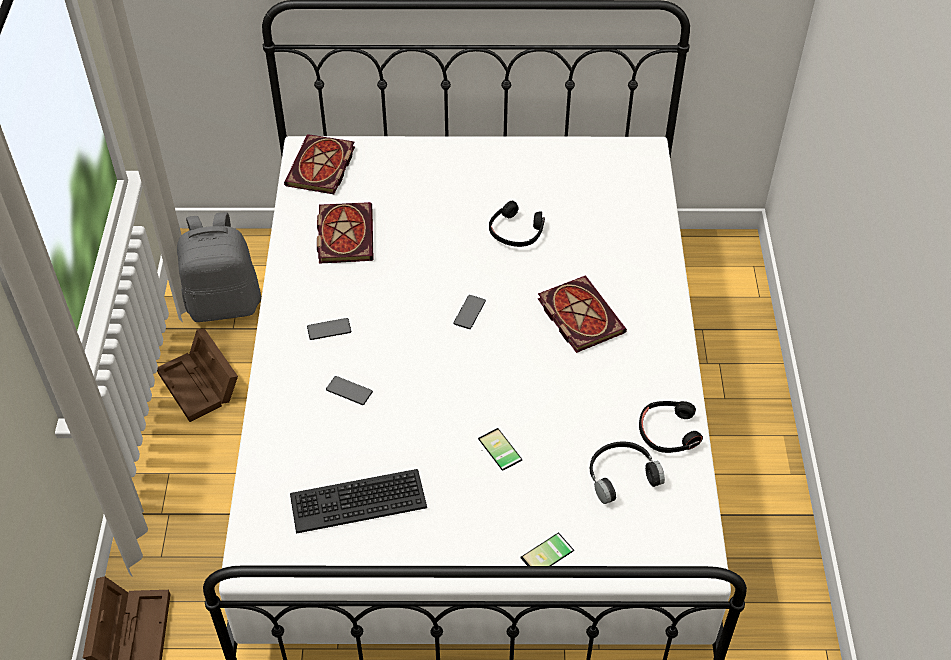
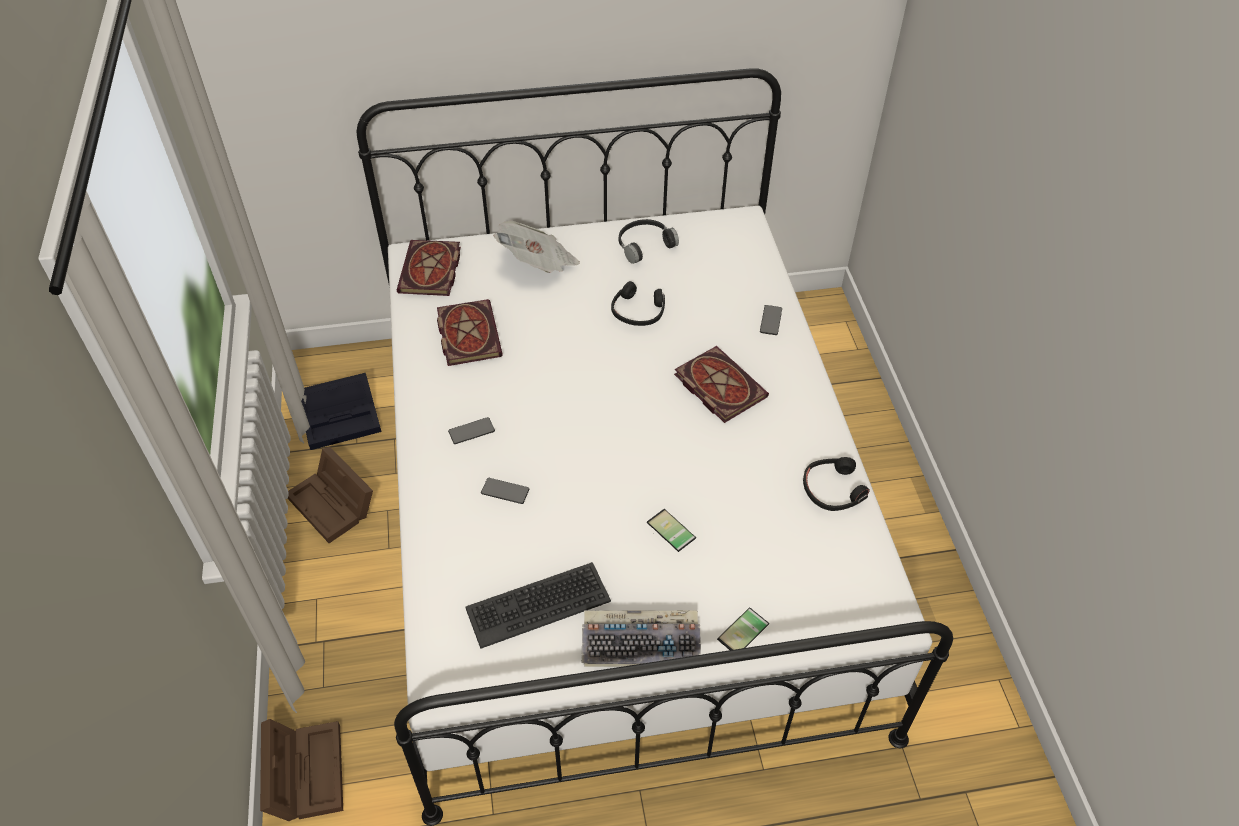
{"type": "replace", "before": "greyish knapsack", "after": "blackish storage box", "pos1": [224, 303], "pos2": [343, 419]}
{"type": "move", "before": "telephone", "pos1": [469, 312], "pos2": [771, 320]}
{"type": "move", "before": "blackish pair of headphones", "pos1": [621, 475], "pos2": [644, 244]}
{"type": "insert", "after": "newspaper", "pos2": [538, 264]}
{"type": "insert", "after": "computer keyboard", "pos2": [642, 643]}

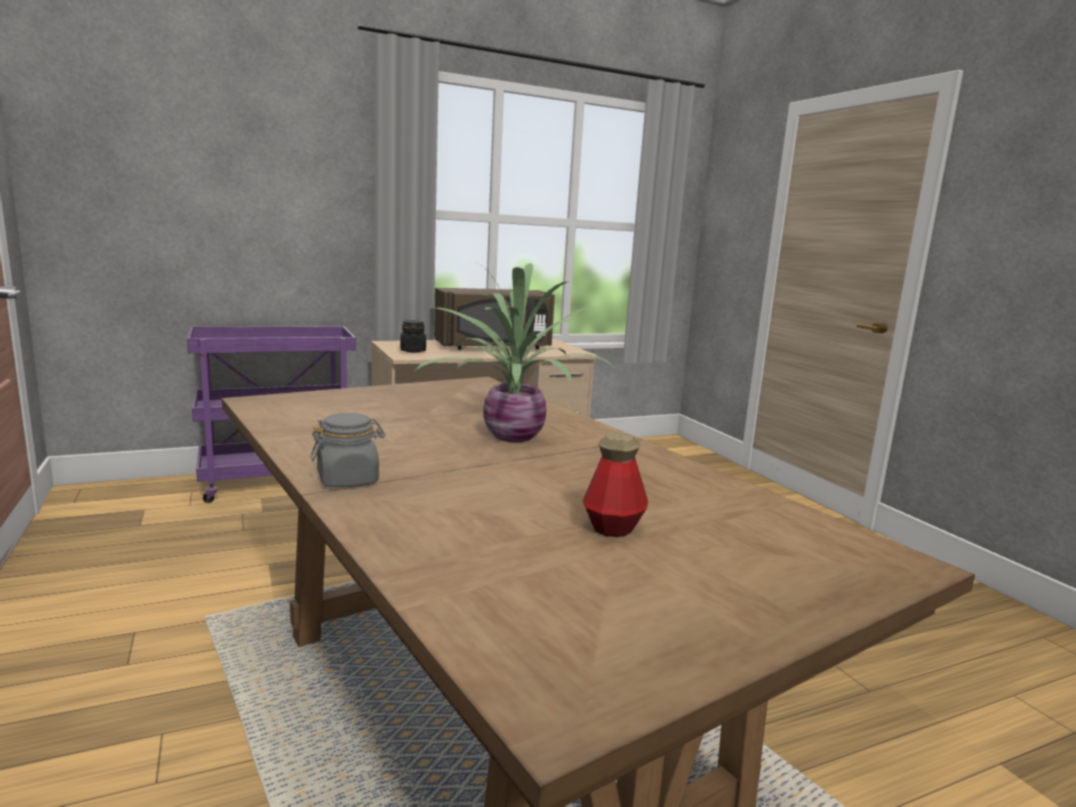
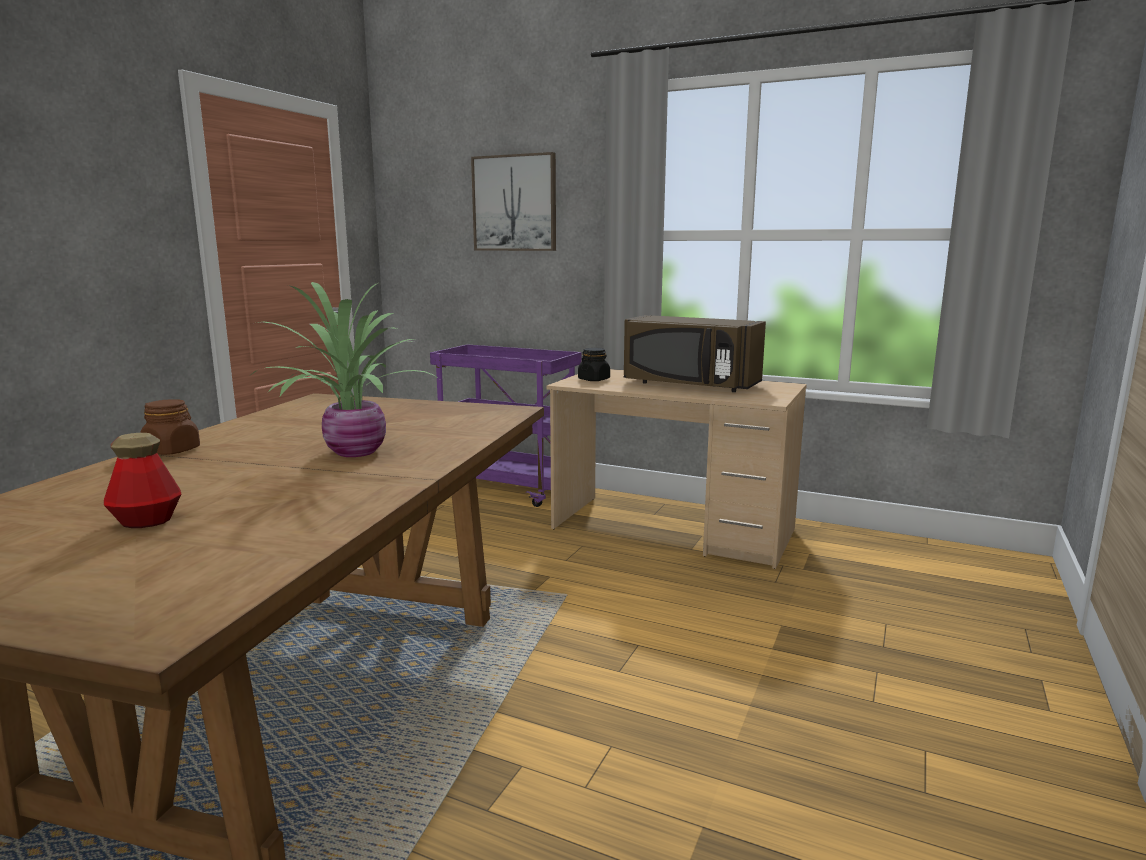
{"type": "recolor", "before": "greyish preserve jar", "after": "brown preserve jar", "pos1": [348, 479], "pos2": [172, 451]}
{"type": "insert", "after": "wall picture", "pos2": [515, 203]}

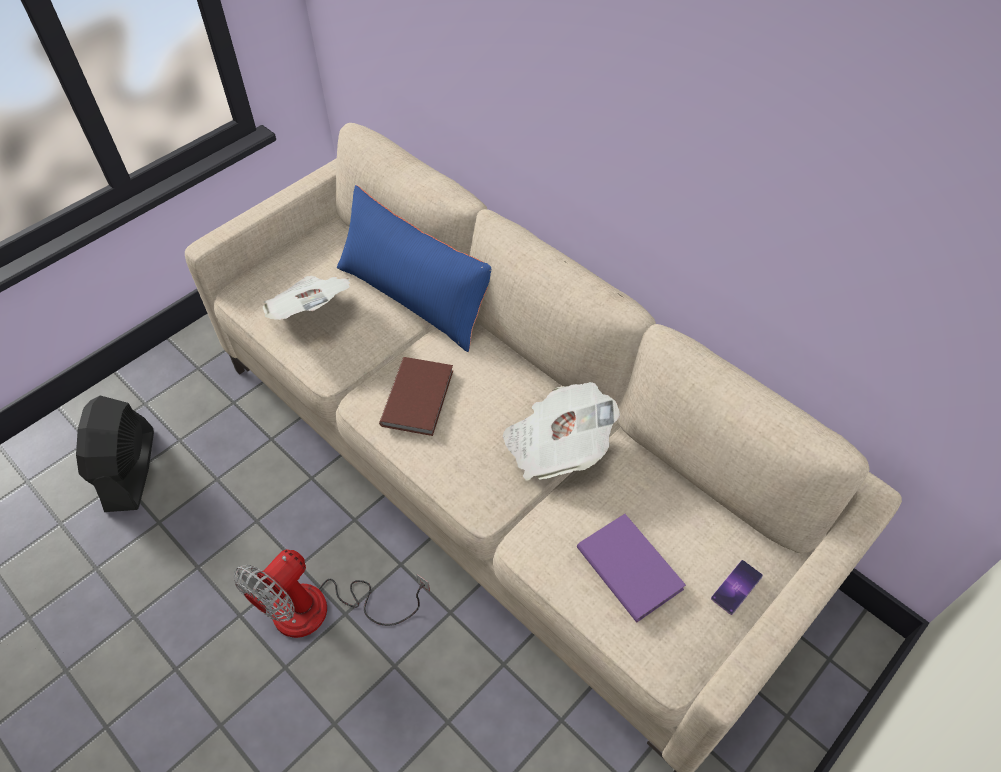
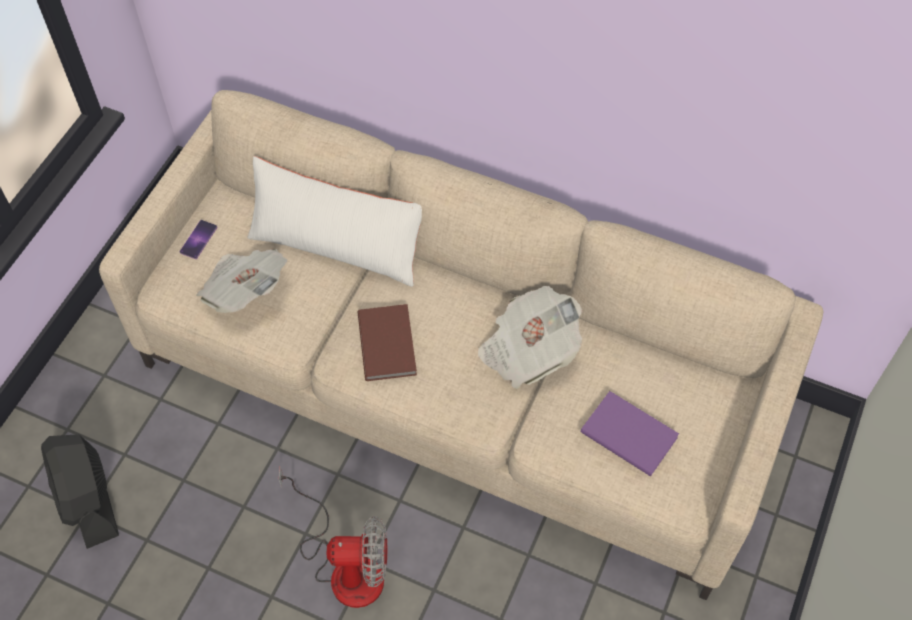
{"type": "recolor", "before": "blue cushion", "after": "white cushion", "pos1": [414, 296], "pos2": [337, 245]}
{"type": "rotate", "before": "cooling fan", "pos1": [321, 610], "pos2": [345, 565], "turn": -105}
{"type": "move", "before": "telephone", "pos1": [736, 587], "pos2": [198, 239]}

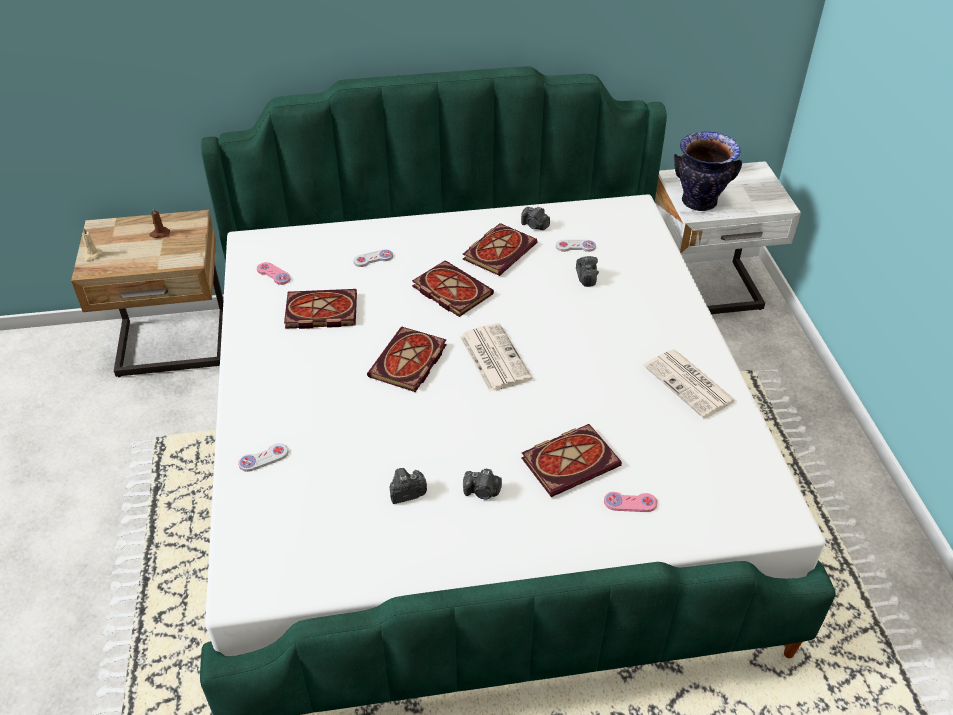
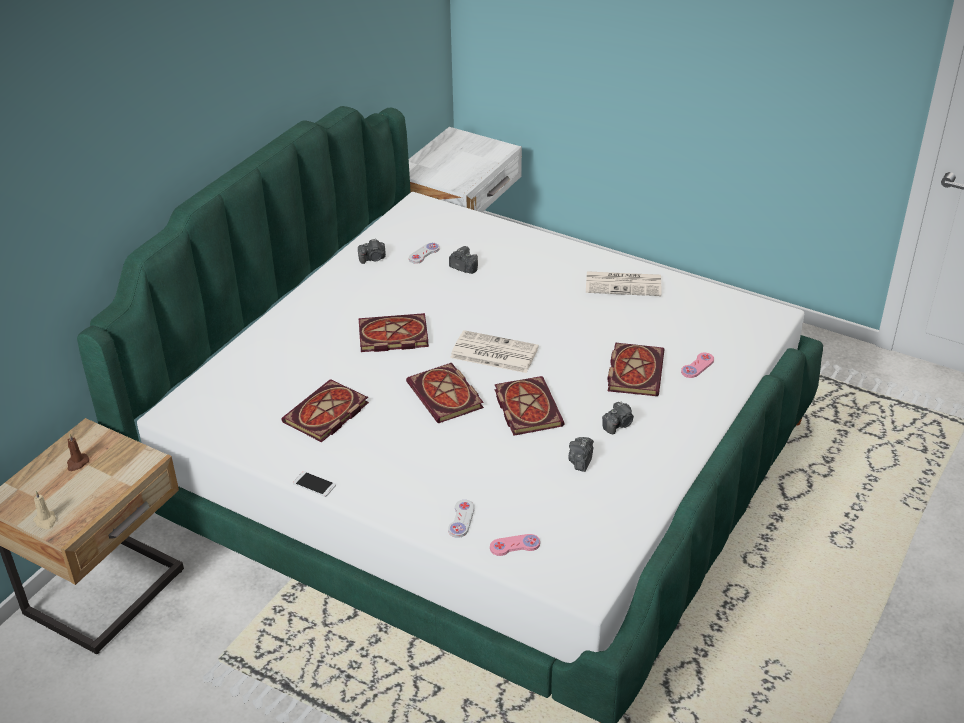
{"type": "delete", "before": "flower vase", "pos1": [699, 203]}
{"type": "move", "before": "volume", "pos1": [499, 250], "pos2": [526, 407]}
{"type": "delete", "before": "white gamepad", "pos1": [373, 259]}
{"type": "move", "before": "pinkish gamepad", "pos1": [273, 274], "pos2": [515, 546]}
{"type": "insert", "after": "telephone", "pos2": [314, 484]}

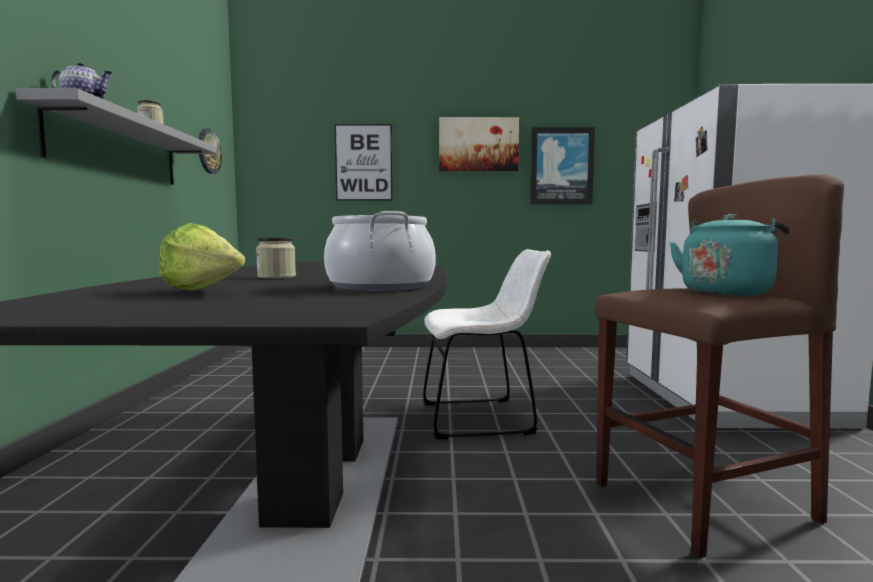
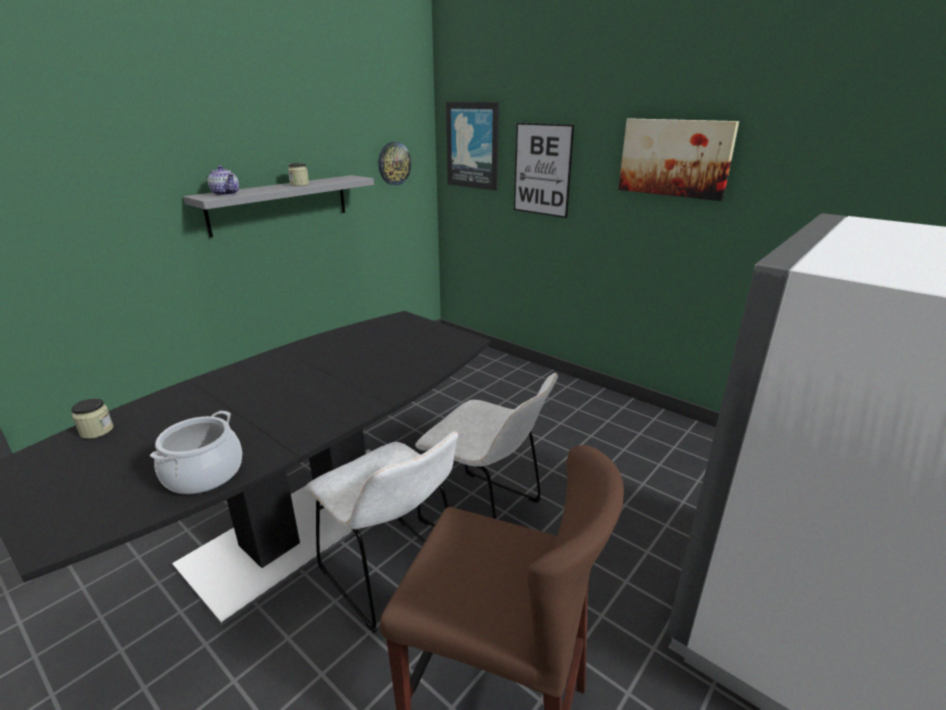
{"type": "move", "before": "wall picture", "pos1": [561, 166], "pos2": [473, 145]}
{"type": "delete", "before": "turquoise-coloured kettle", "pos1": [726, 292]}
{"type": "delete", "before": "lettuce head", "pos1": [205, 291]}
{"type": "move", "before": "preserve jar", "pos1": [276, 277], "pos2": [97, 431]}
{"type": "insert", "after": "white upright chair", "pos2": [393, 574]}

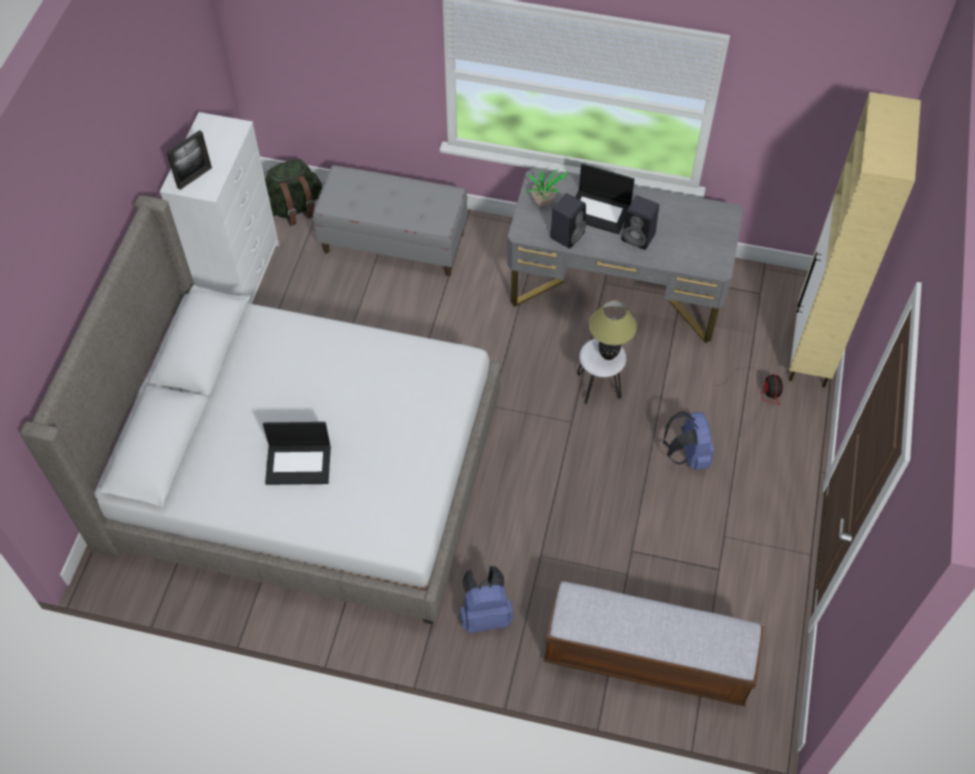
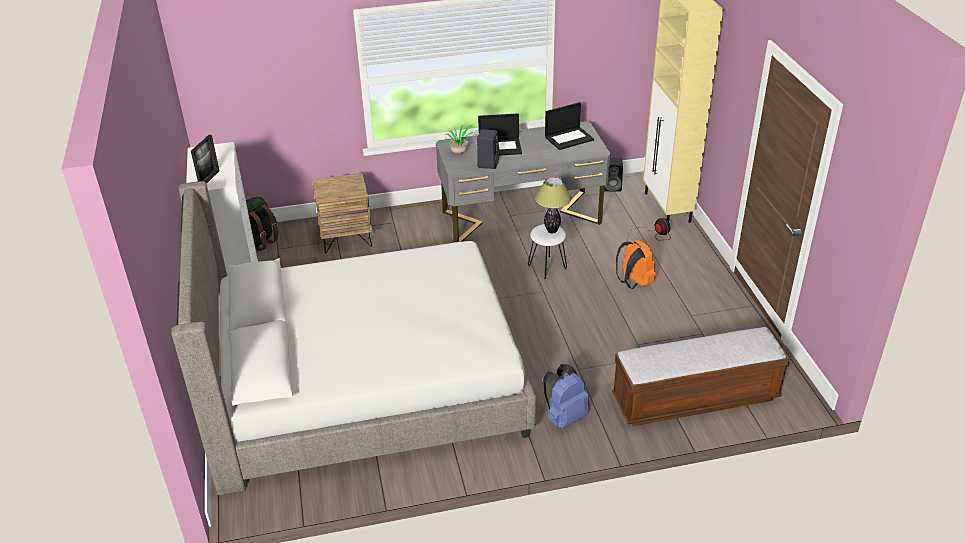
{"type": "replace", "before": "greyish indoor bench", "after": "brown bedside table", "pos1": [394, 242], "pos2": [346, 238]}
{"type": "move", "before": "blackish loudspeaker", "pos1": [639, 237], "pos2": [612, 187]}
{"type": "recolor", "before": "blue knapsack", "after": "orangey knapsack", "pos1": [687, 455], "pos2": [634, 282]}
{"type": "move", "before": "notebook computer", "pos1": [299, 463], "pos2": [569, 138]}

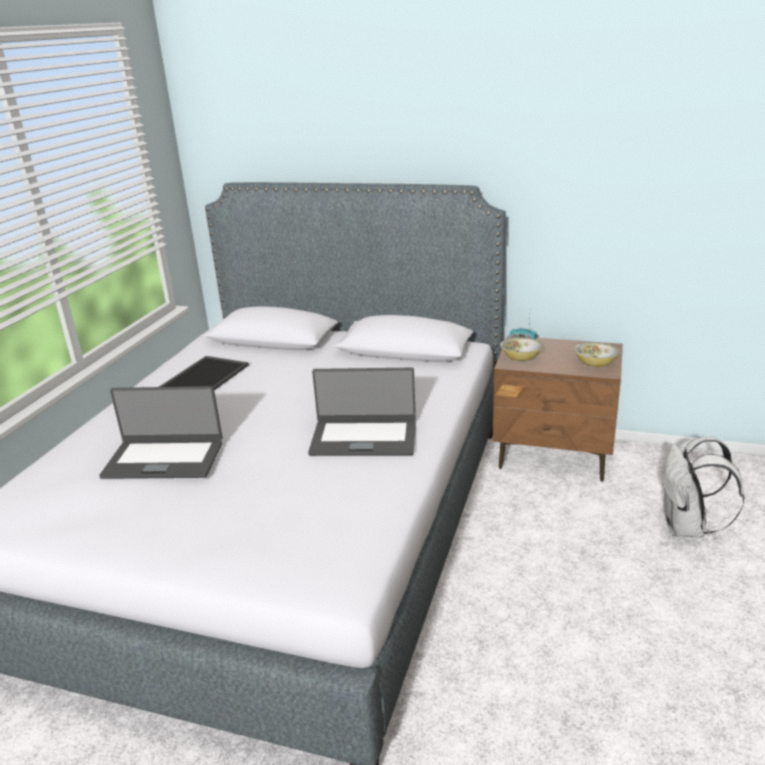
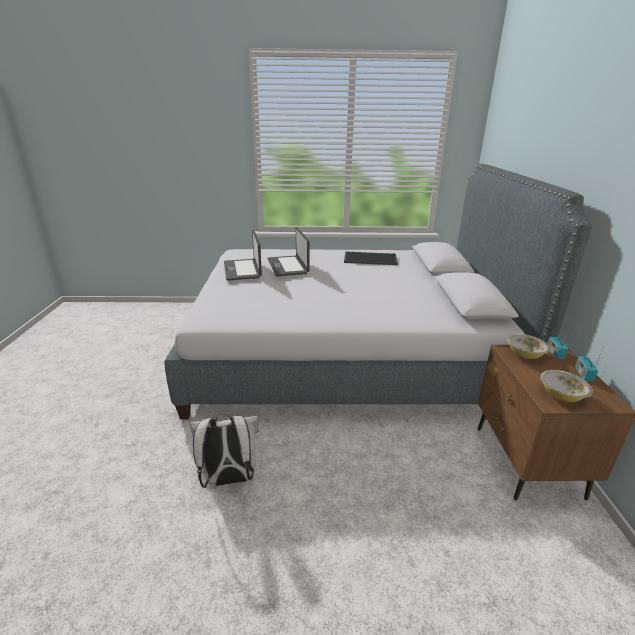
{"type": "move", "before": "notebook computer", "pos1": [364, 438], "pos2": [243, 270]}
{"type": "move", "before": "white knapsack", "pos1": [687, 528], "pos2": [229, 479]}
{"type": "insert", "after": "radio set", "pos2": [583, 374]}

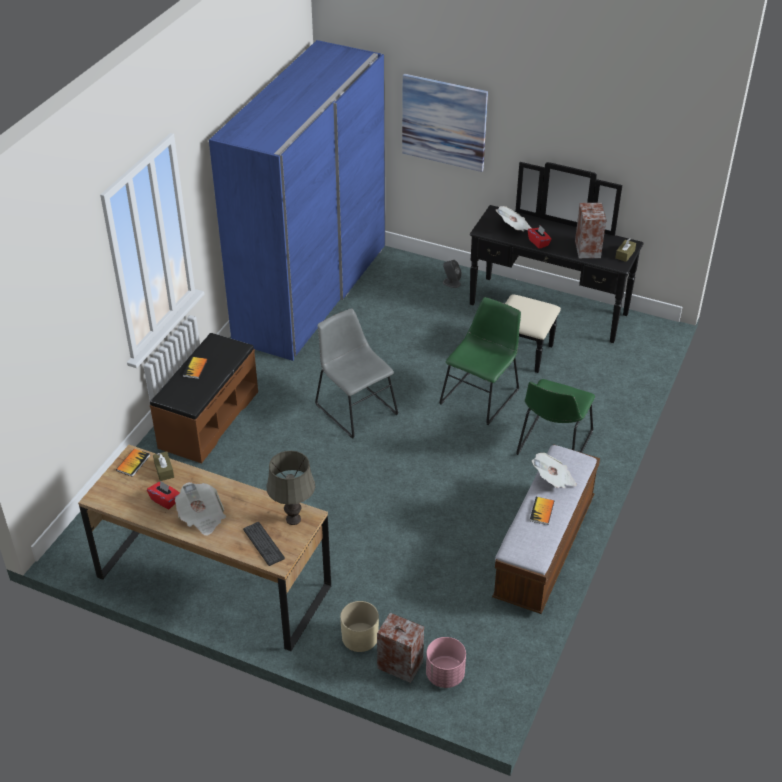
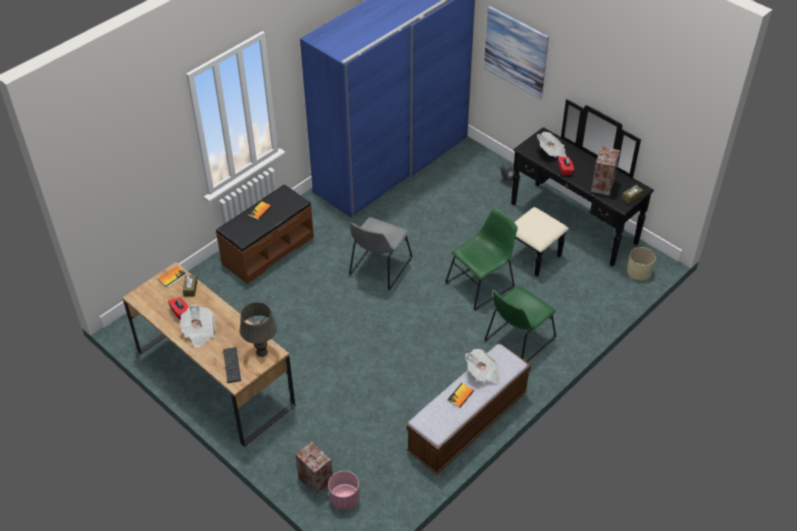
{"type": "rotate", "before": "greyish upright chair", "pos1": [354, 407], "pos2": [379, 268], "turn": -135}
{"type": "move", "before": "beige-coloured planter", "pos1": [359, 637], "pos2": [638, 271]}

